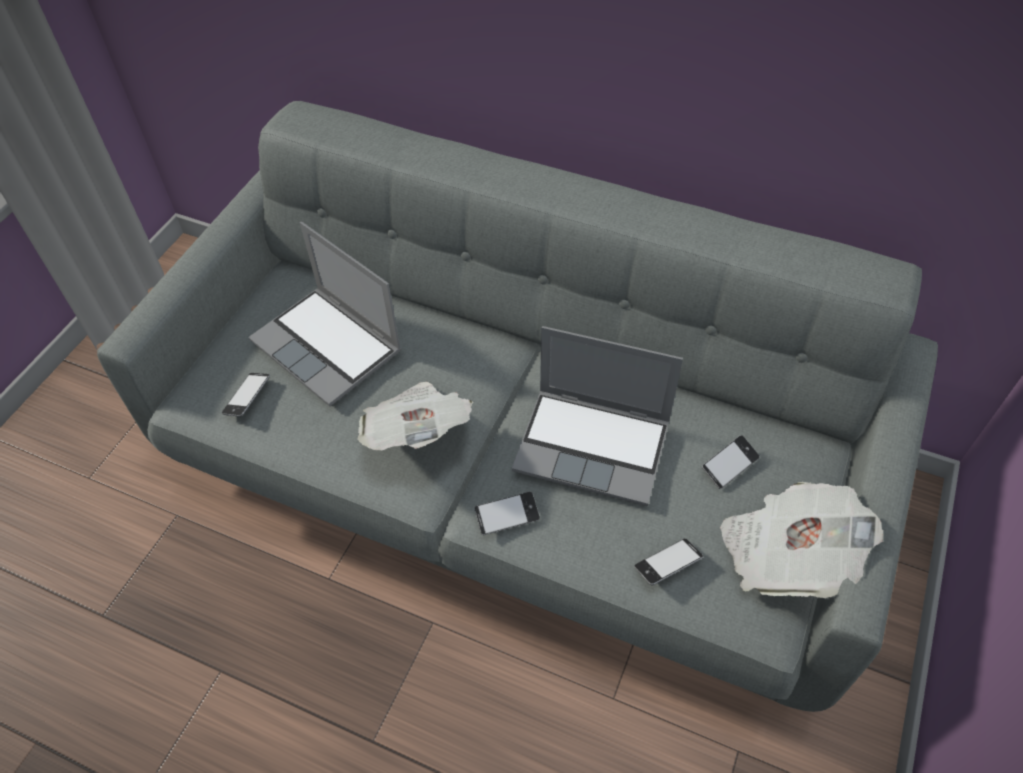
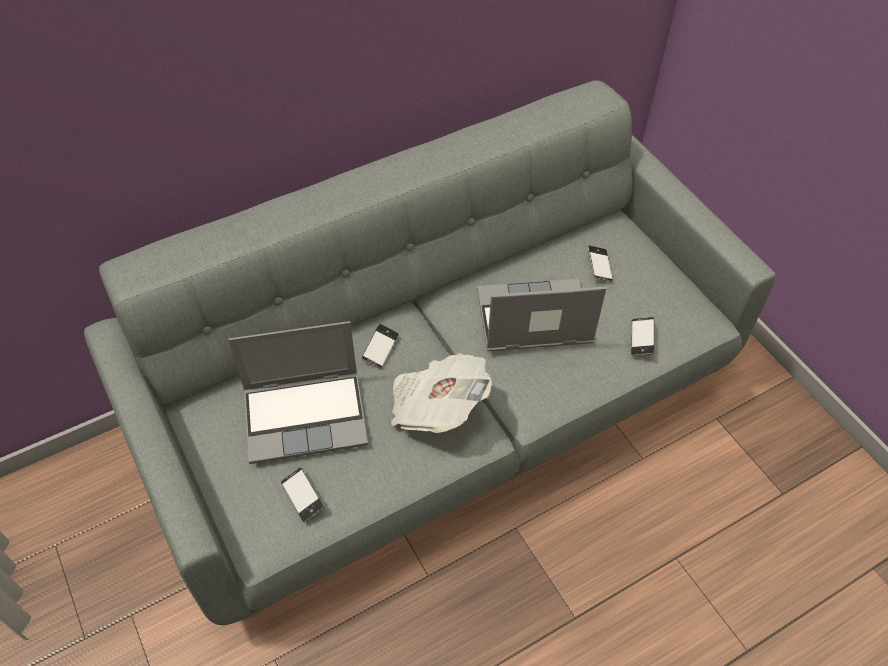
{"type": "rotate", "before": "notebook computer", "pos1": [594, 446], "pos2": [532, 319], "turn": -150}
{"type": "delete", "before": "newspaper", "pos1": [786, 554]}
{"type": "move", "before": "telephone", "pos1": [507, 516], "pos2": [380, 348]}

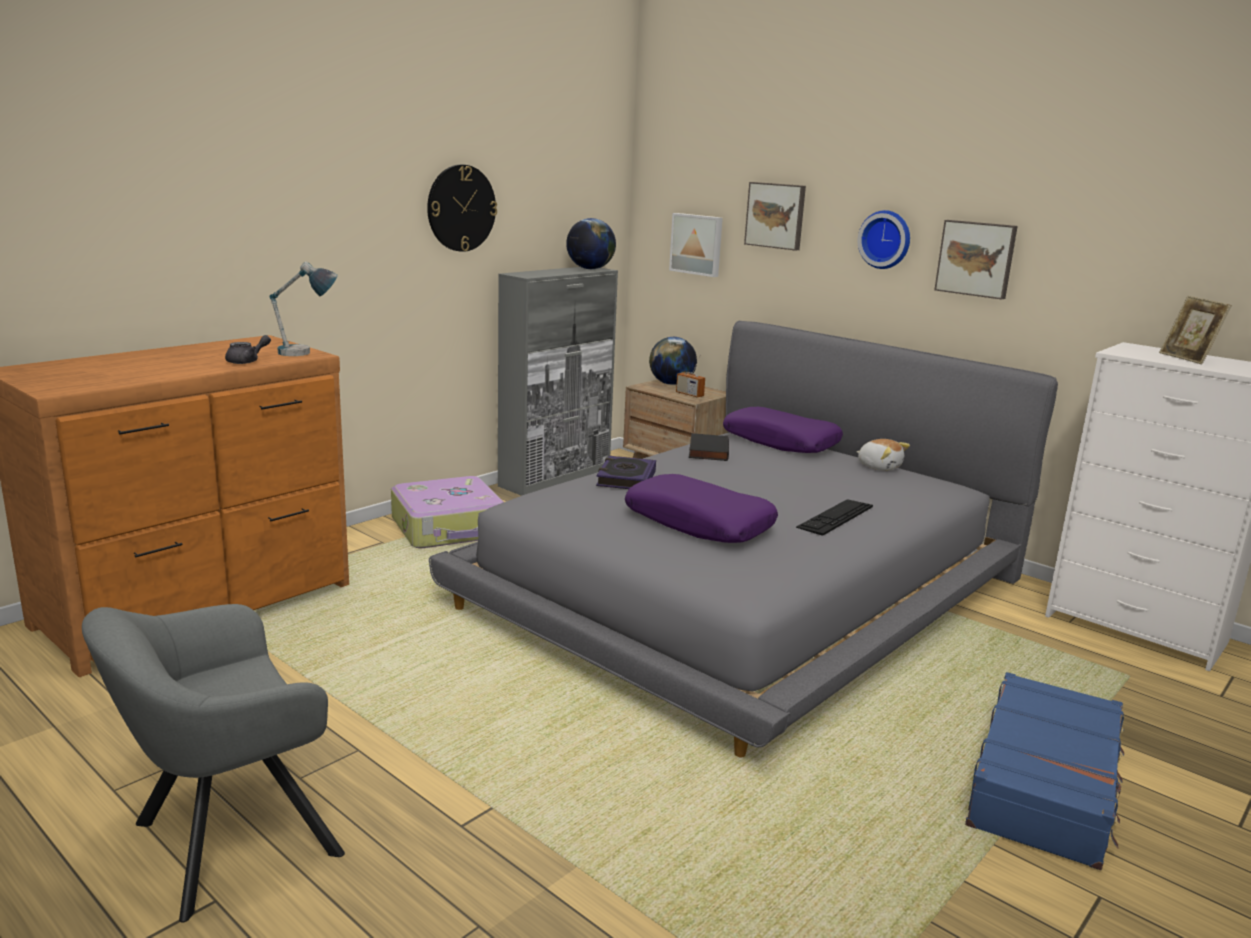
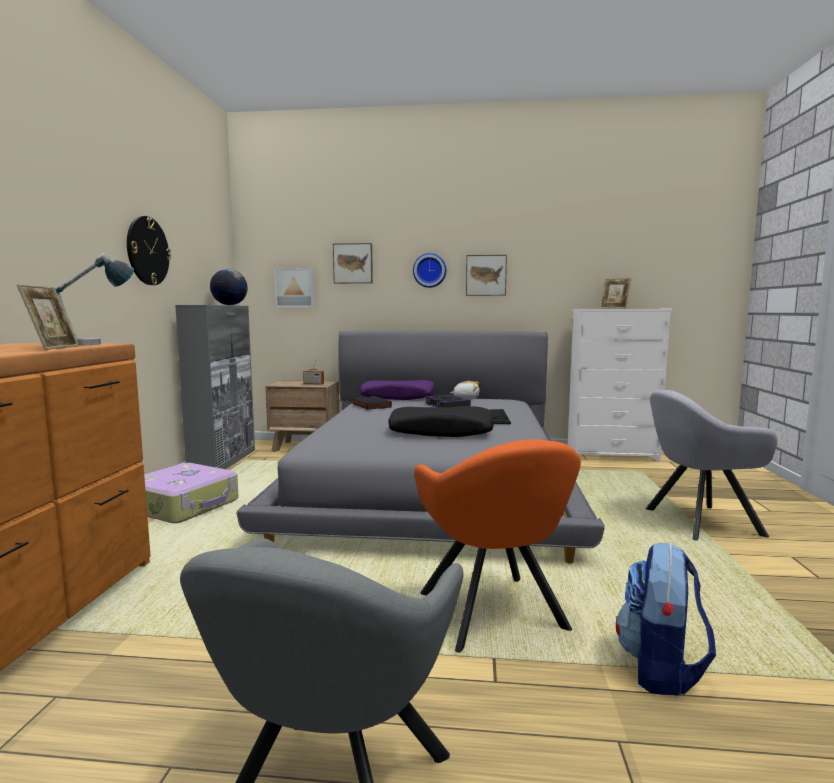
{"type": "replace", "before": "greyish tea pot", "after": "picture frame", "pos1": [247, 361], "pos2": [52, 348]}
{"type": "delete", "before": "desk globe", "pos1": [671, 384]}
{"type": "move", "before": "volume", "pos1": [626, 479], "pos2": [447, 405]}
{"type": "recolor", "before": "purple-coloured cushion", "after": "blackish cushion", "pos1": [699, 523], "pos2": [441, 432]}
{"type": "replace", "before": "blue piece of luggage", "after": "greyish lounge chair", "pos1": [1045, 785], "pos2": [696, 522]}
{"type": "insert", "after": "orangey lounge chair", "pos2": [495, 616]}
{"type": "insert", "after": "knapsack", "pos2": [661, 669]}

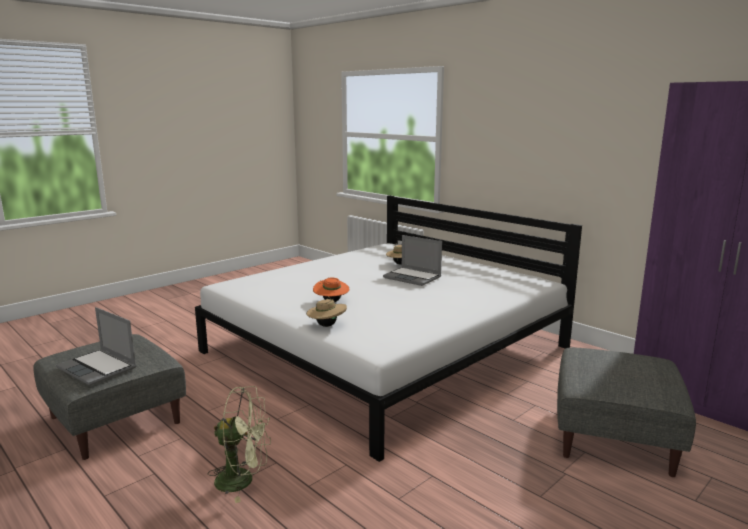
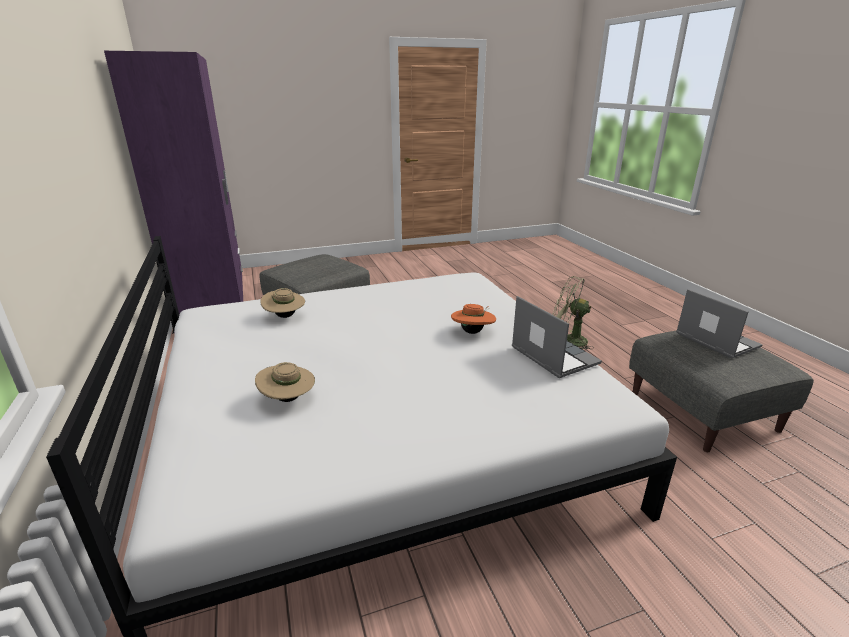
{"type": "move", "before": "notebook computer", "pos1": [413, 277], "pos2": [552, 356]}
{"type": "move", "before": "beige-coloured wearable hat", "pos1": [326, 325], "pos2": [285, 316]}

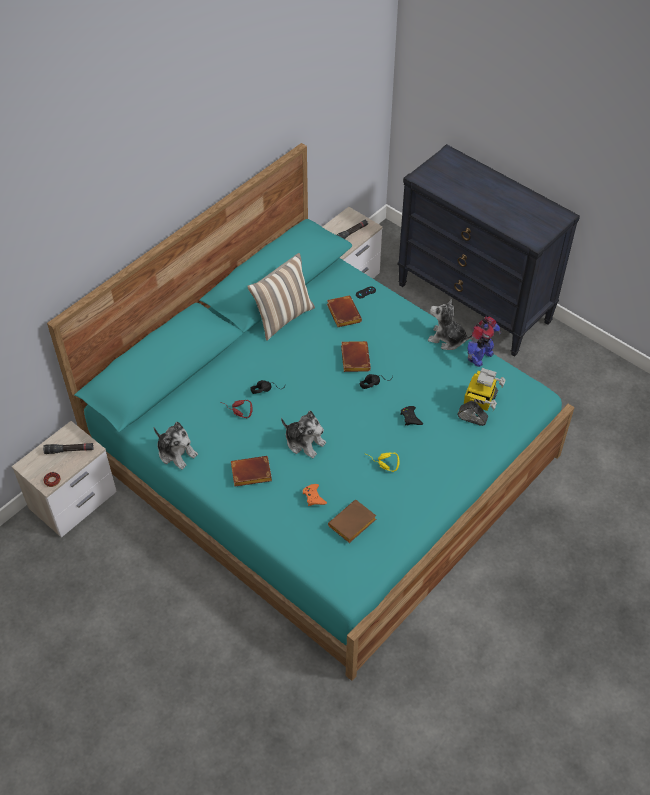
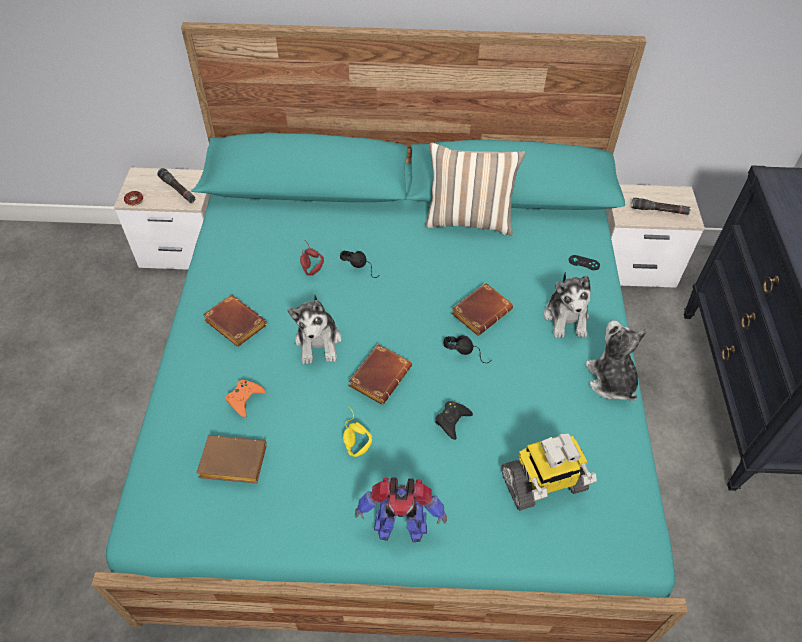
{"type": "move", "before": "brown volume", "pos1": [342, 313], "pos2": [379, 375]}
{"type": "move", "before": "toy robot", "pos1": [479, 356], "pos2": [400, 526]}
{"type": "move", "before": "cuddly toy", "pos1": [176, 453], "pos2": [566, 318]}

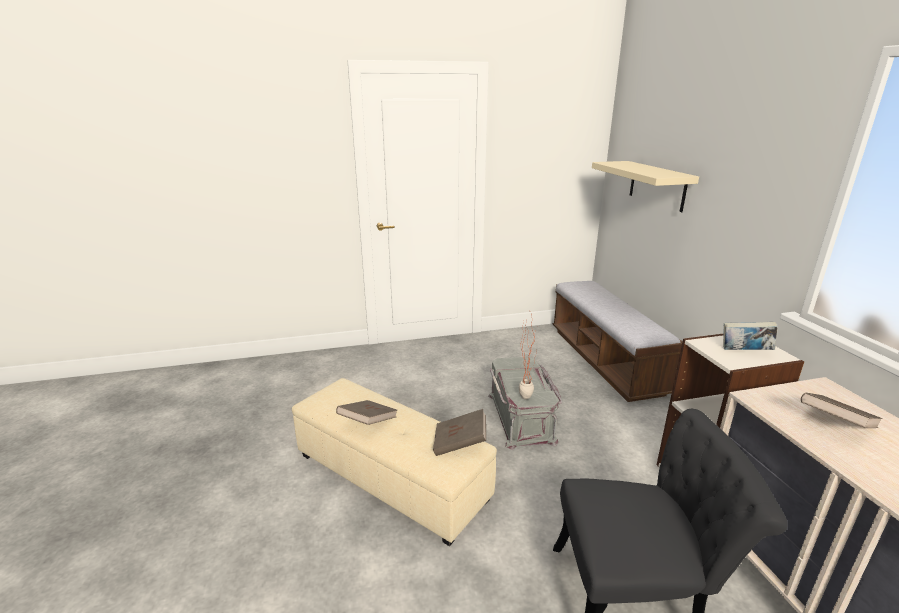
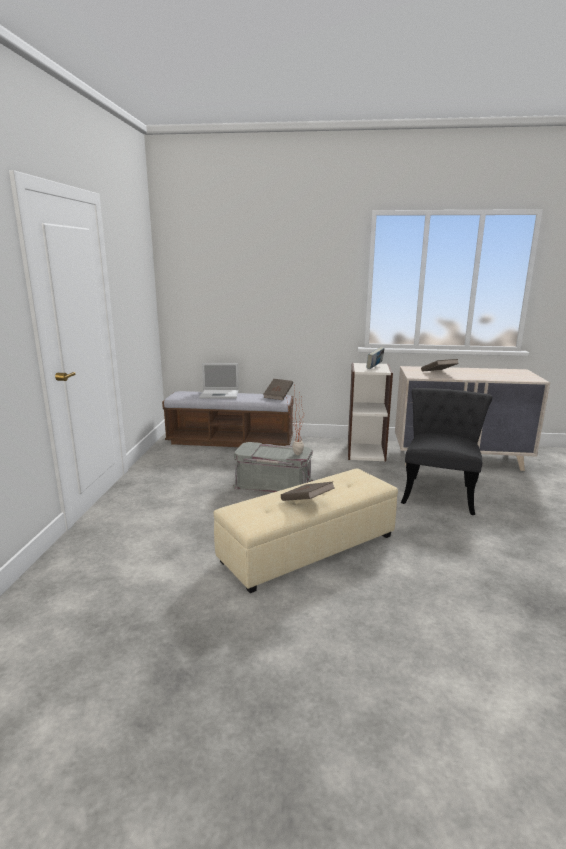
{"type": "delete", "before": "beige-coloured shelf", "pos1": [657, 185]}
{"type": "move", "before": "brown volume", "pos1": [460, 444], "pos2": [278, 396]}
{"type": "insert", "after": "notebook computer", "pos2": [220, 394]}

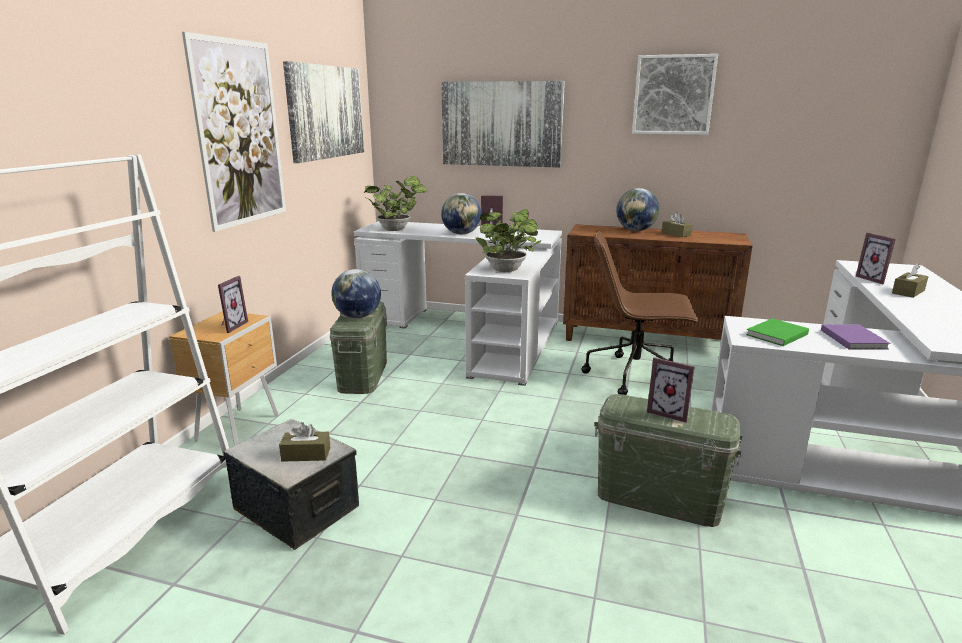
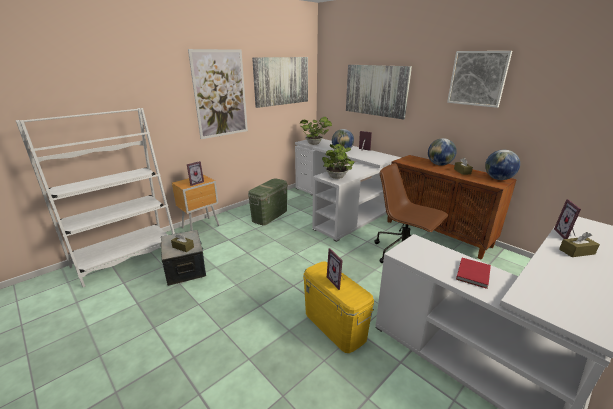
{"type": "move", "before": "desk globe", "pos1": [357, 316], "pos2": [498, 179]}
{"type": "delete", "before": "greenish volume", "pos1": [775, 334]}
{"type": "recolor", "before": "purple-coloured volume", "after": "red-coloured volume", "pos1": [853, 339], "pos2": [474, 273]}
{"type": "recolor", "before": "greenish storage box", "after": "yellow storage box", "pos1": [659, 498], "pos2": [335, 325]}

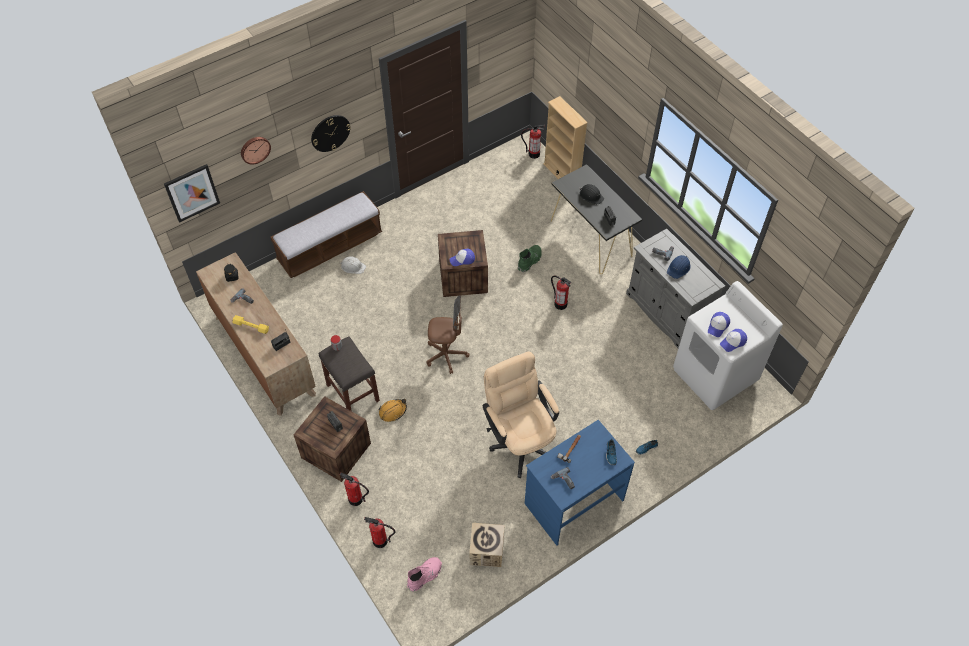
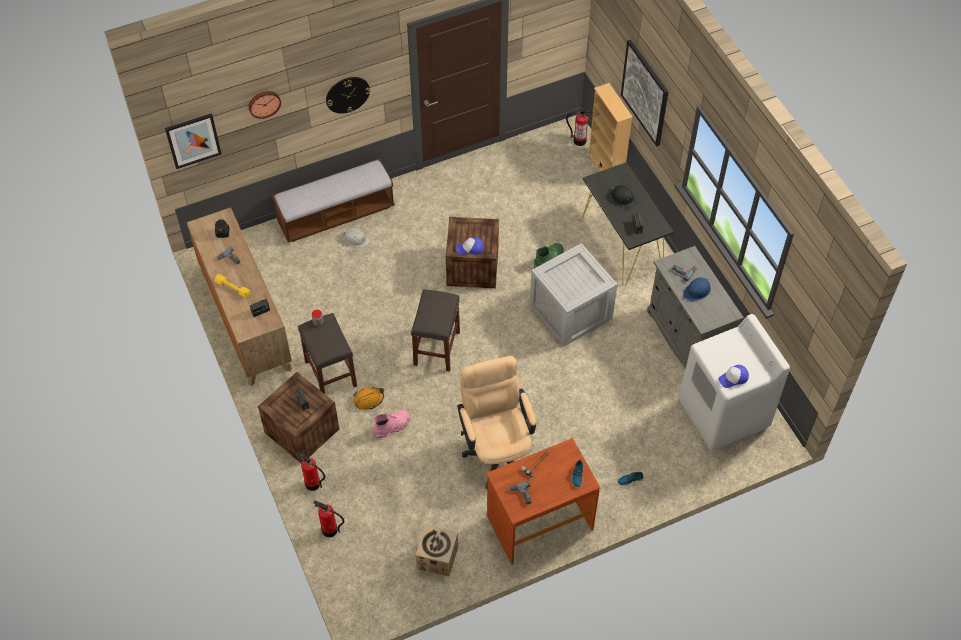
{"type": "replace", "before": "extinguisher", "after": "crate", "pos1": [560, 304], "pos2": [572, 312]}
{"type": "replace", "before": "brown computer chair", "after": "greyish stool seat", "pos1": [446, 355], "pos2": [437, 349]}
{"type": "delete", "before": "cap", "pos1": [718, 326]}
{"type": "recolor", "before": "blue desk table", "after": "brown desk table", "pos1": [573, 501], "pos2": [539, 522]}
{"type": "move", "before": "pinkish high-top boot", "pos1": [425, 575], "pos2": [392, 426]}
{"type": "insert", "after": "wall picture", "pos2": [645, 92]}

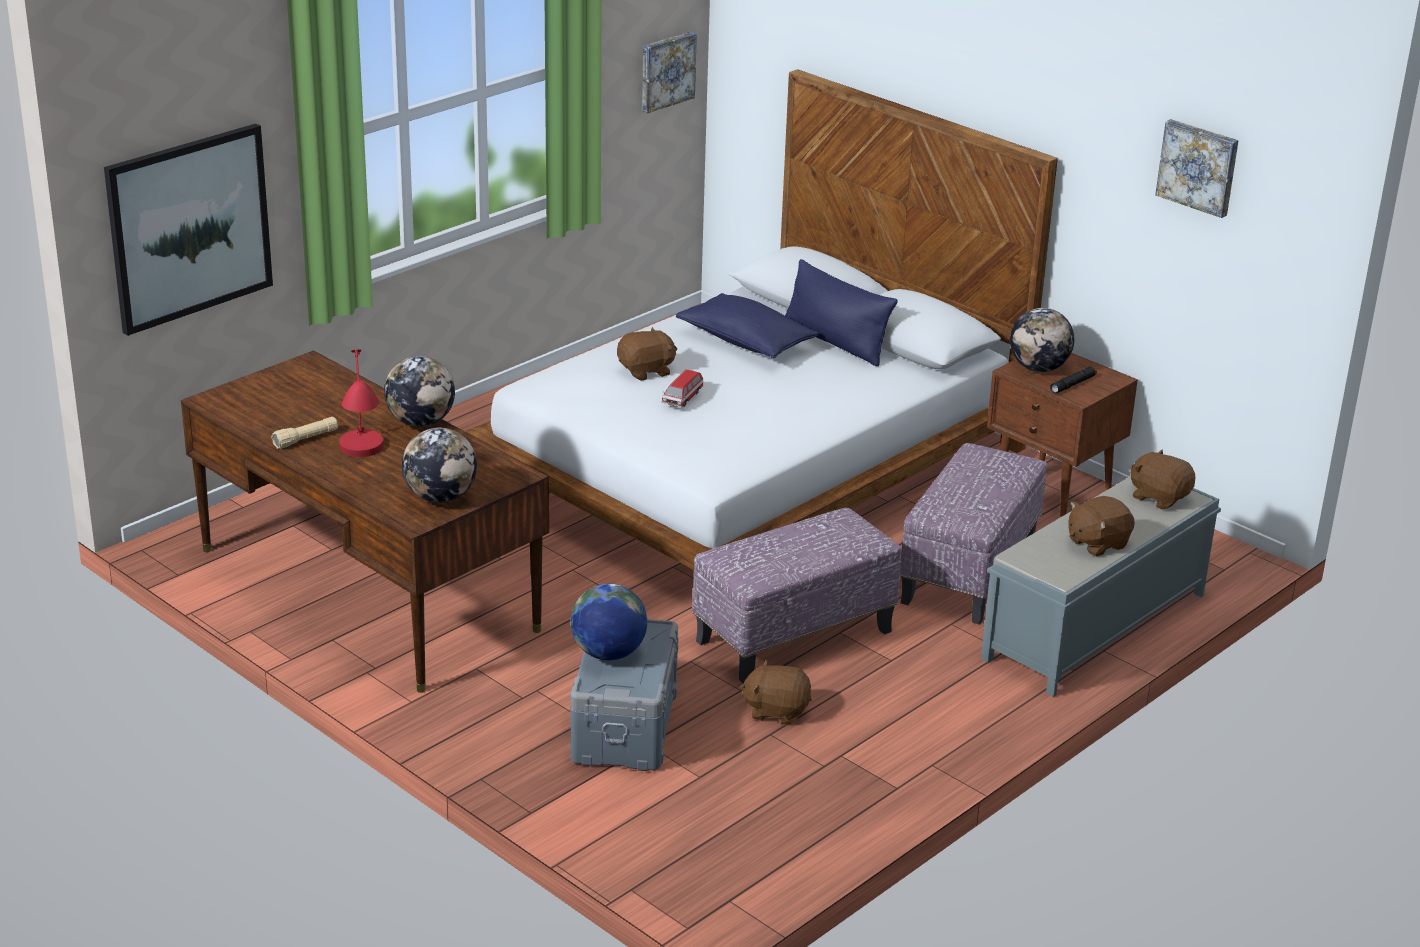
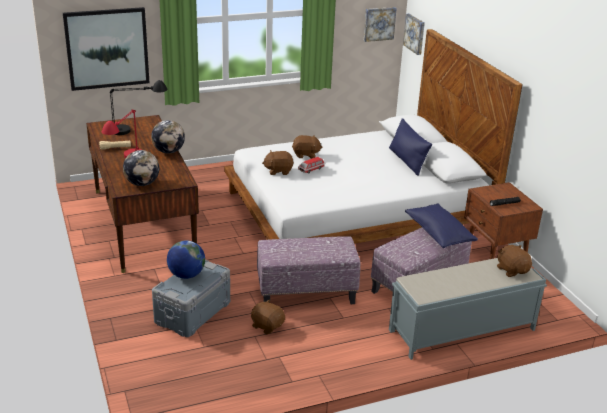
{"type": "move", "before": "wall picture", "pos1": [1198, 167], "pos2": [415, 33]}
{"type": "move", "before": "blue cushion", "pos1": [746, 342], "pos2": [439, 234]}
{"type": "delete", "before": "desk globe", "pos1": [1038, 368]}
{"type": "move", "before": "brown cuddly toy", "pos1": [1097, 543], "pos2": [278, 171]}
{"type": "insert", "after": "blackish tabletop lamp", "pos2": [138, 130]}

